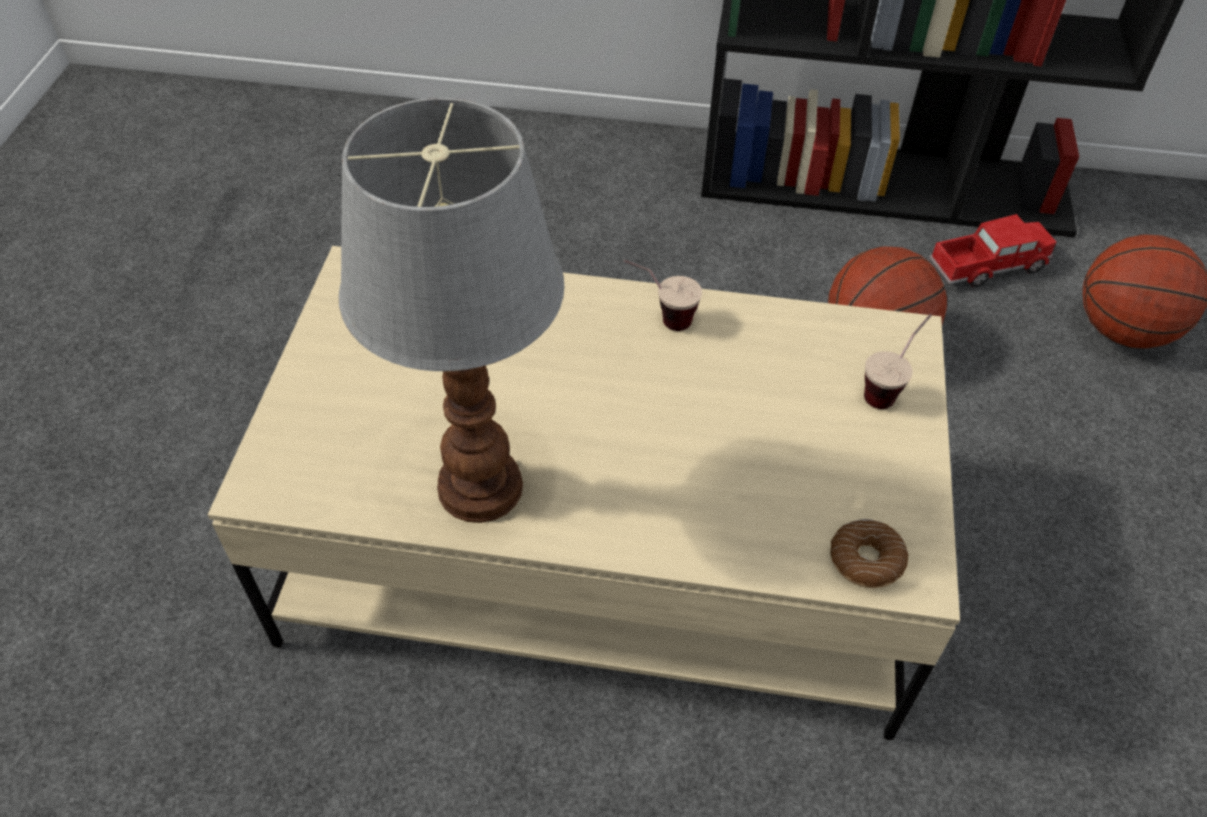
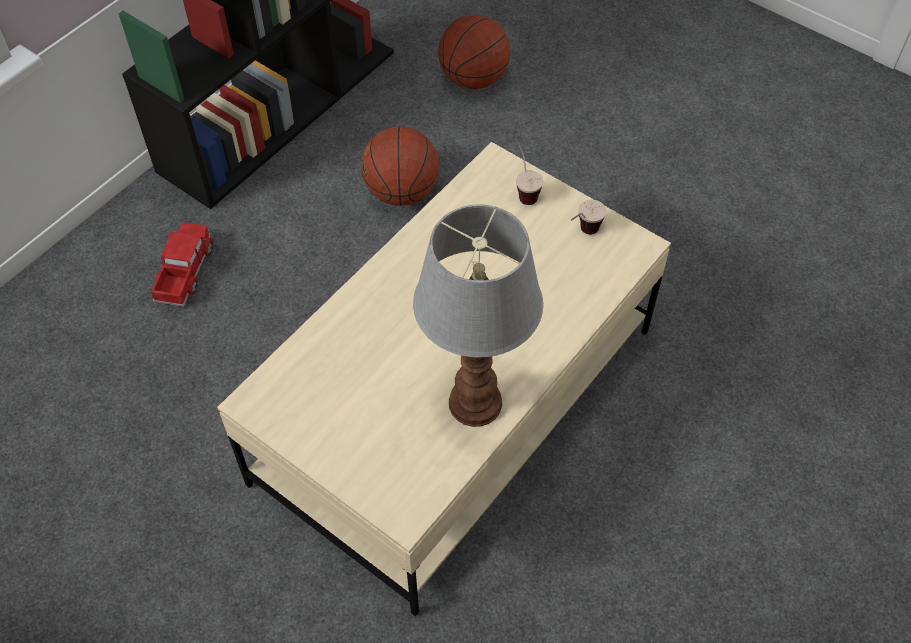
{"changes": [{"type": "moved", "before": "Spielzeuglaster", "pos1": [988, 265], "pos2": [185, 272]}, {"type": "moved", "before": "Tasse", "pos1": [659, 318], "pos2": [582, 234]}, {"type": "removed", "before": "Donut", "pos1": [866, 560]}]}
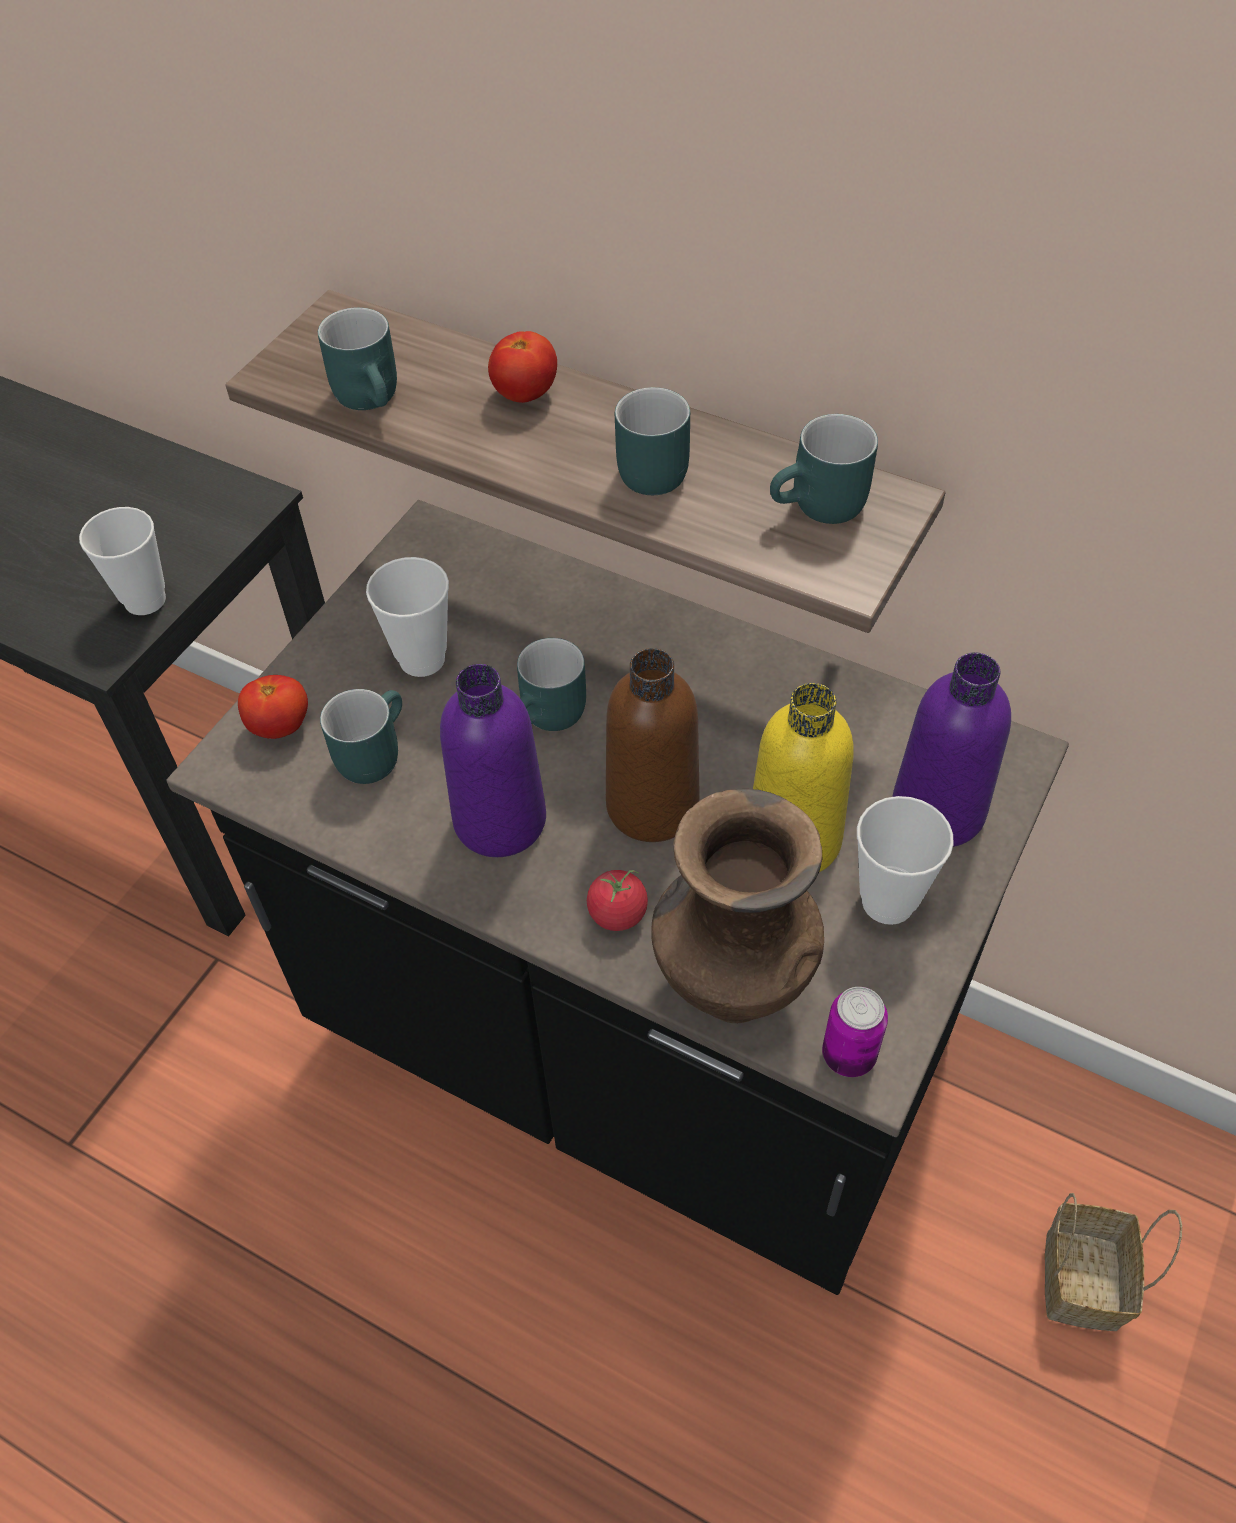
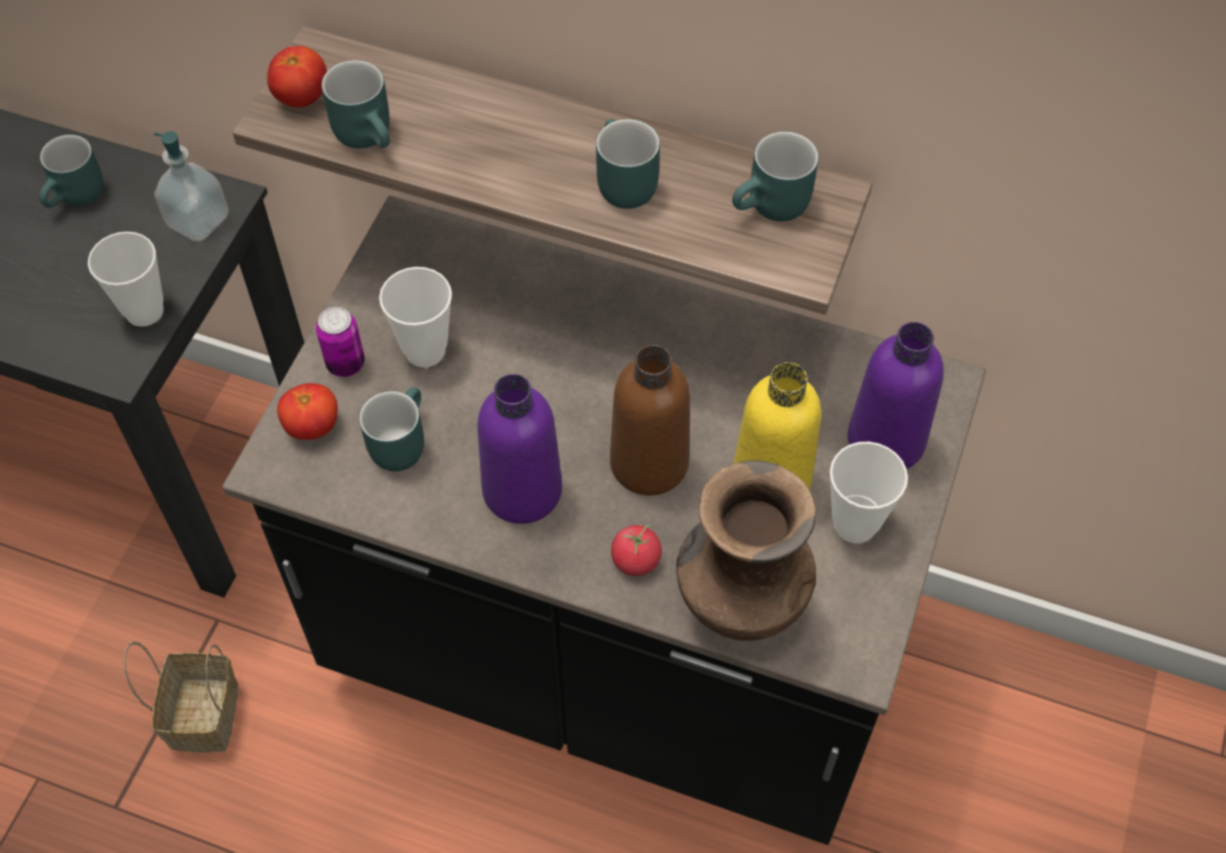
{"changes": [{"type": "moved", "before": "Henkelbecher (türkis)", "pos1": [551, 719], "pos2": [78, 197]}, {"type": "moved", "before": "Korb", "pos1": [1079, 1276], "pos2": [202, 712]}, {"type": "added", "after": "Seifenspender", "pos2": [198, 220]}, {"type": "moved", "before": "Tomate", "pos1": [525, 393], "pos2": [301, 97]}, {"type": "moved", "before": "Dose", "pos1": [848, 1055], "pos2": [345, 363]}]}
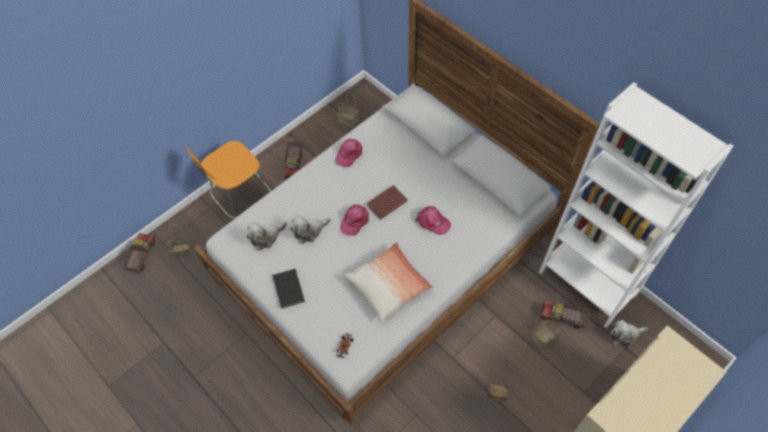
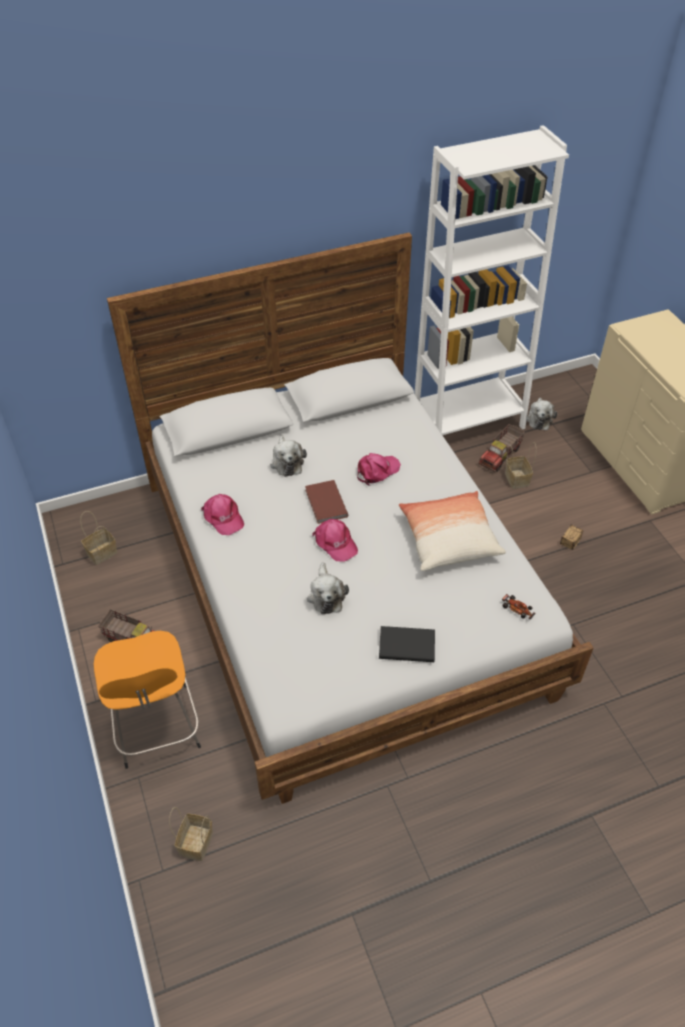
{"changes": [{"type": "moved", "before": "Plüschtier", "pos1": [266, 237], "pos2": [287, 462]}, {"type": "removed", "before": "Spielzeuglaster", "pos1": [141, 256]}]}
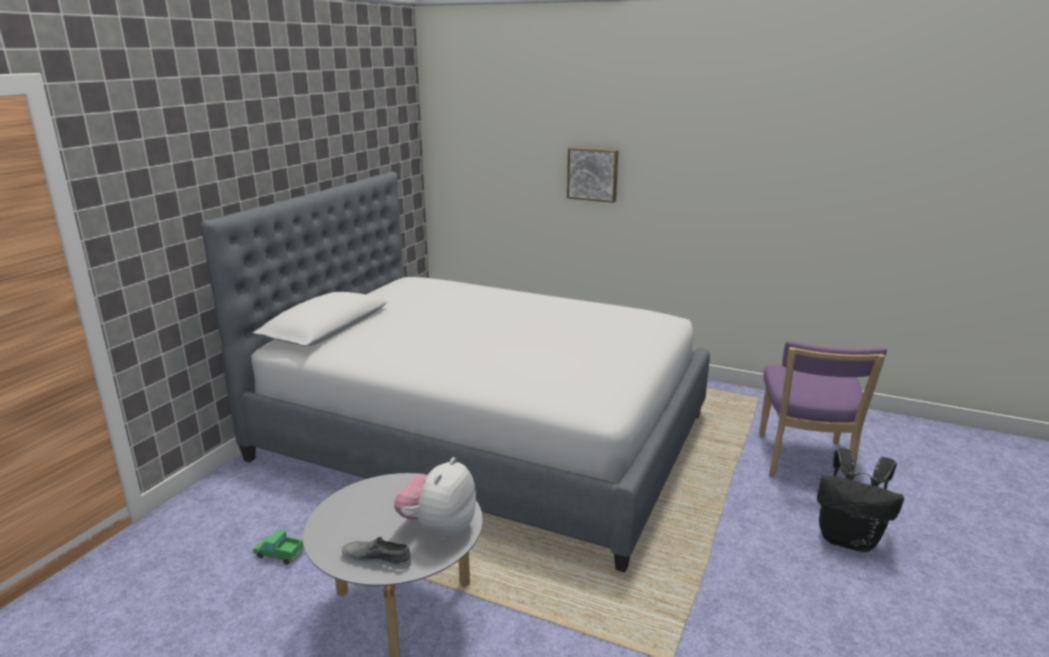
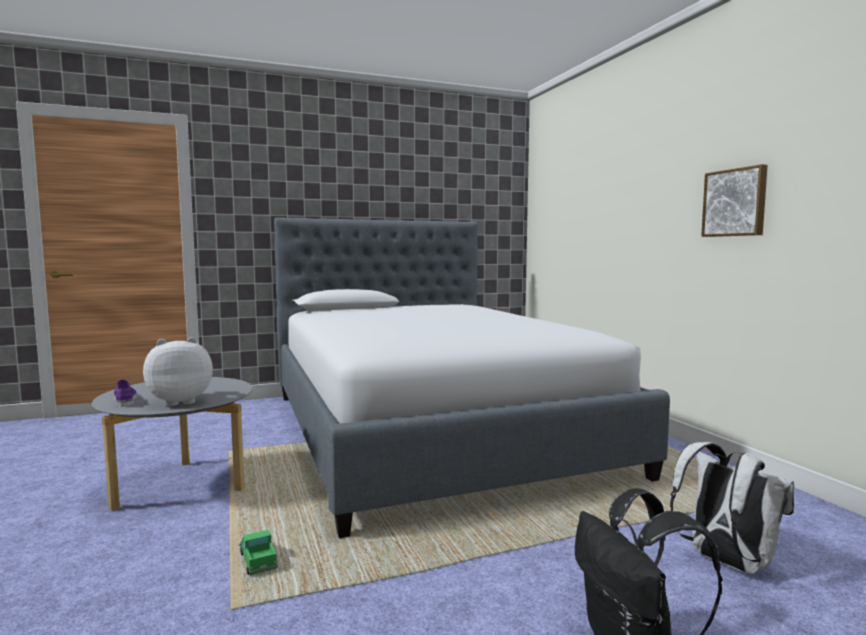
{"changes": [{"type": "recoloured", "before": "Schuh (grau)", "after": "Schuh (lila)", "pos1": [377, 558], "pos2": [125, 400]}, {"type": "moved", "before": "Spielzeuglaster", "pos1": [279, 554], "pos2": [258, 561]}, {"type": "replaced", "before": "Stuhl (lila)", "after": "Rucksack (weiß)", "pos1": [804, 462], "pos2": [725, 562]}, {"type": "moved", "before": "Bild", "pos1": [593, 174], "pos2": [735, 203]}]}
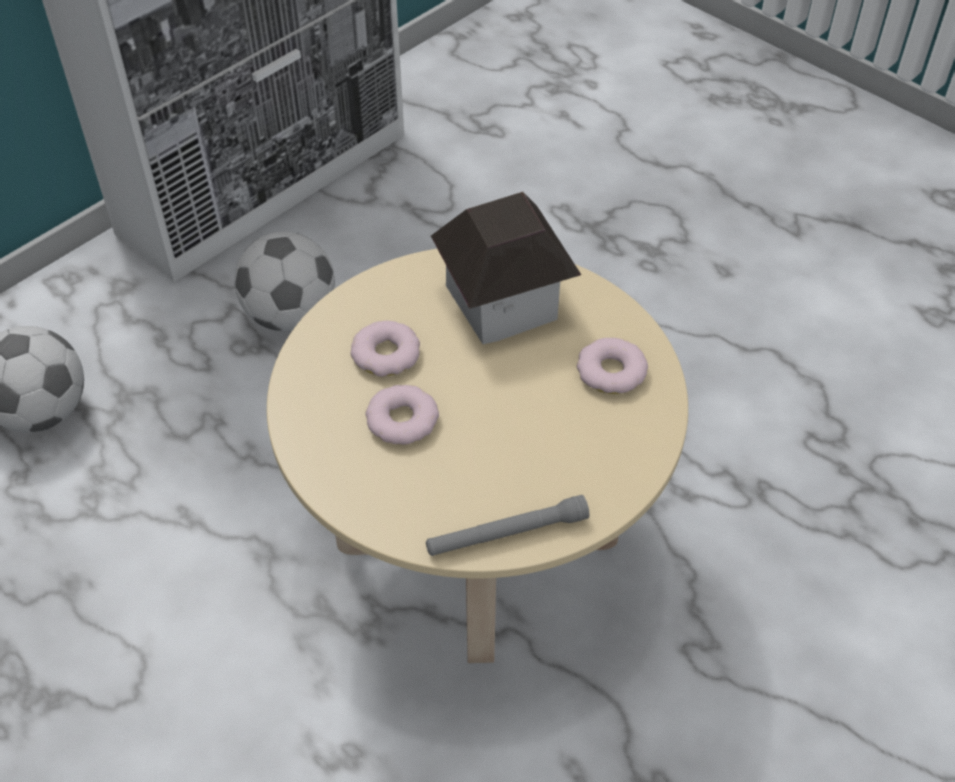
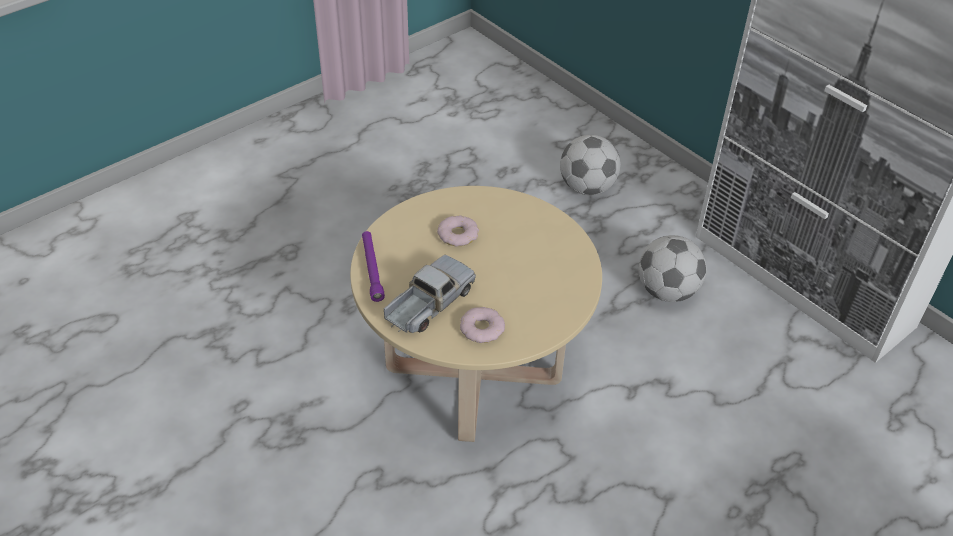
{"changes": [{"type": "recoloured", "before": "Taschenlampe (grau)", "after": "Taschenlampe (lila)", "pos1": [507, 534], "pos2": [372, 269]}, {"type": "added", "after": "Spielzeuglaster", "pos2": [428, 304]}, {"type": "removed", "before": "Donut", "pos1": [386, 354]}, {"type": "removed", "before": "Spielzeughaus", "pos1": [503, 301]}]}
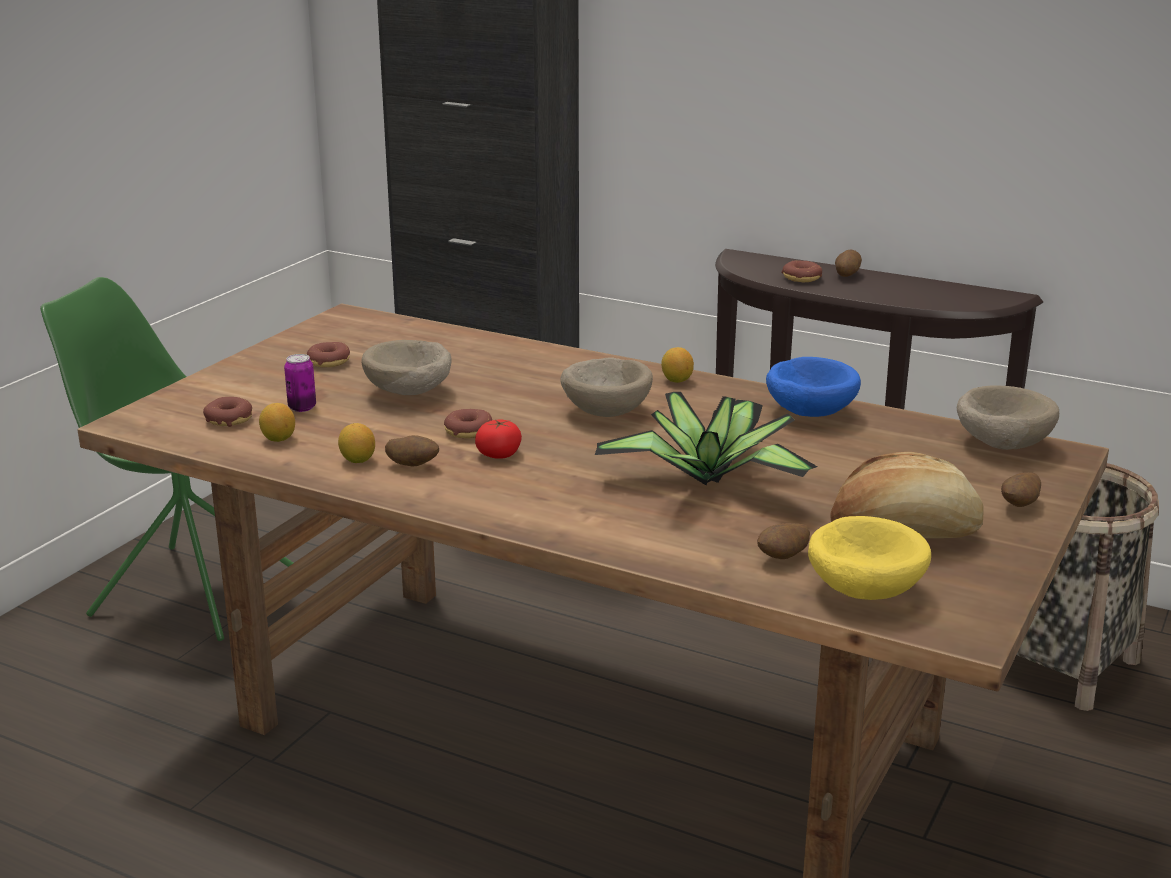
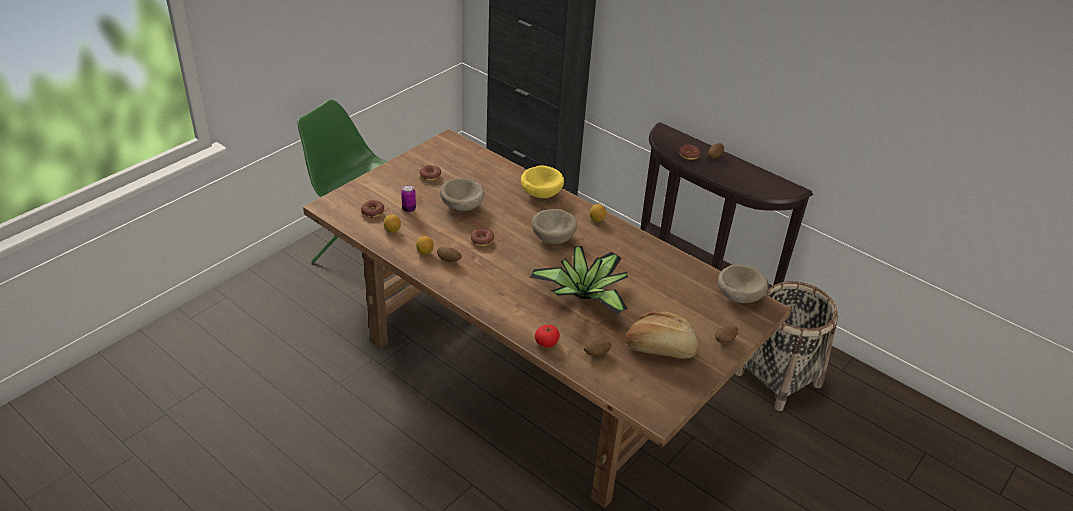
{"changes": [{"type": "moved", "before": "Schüssel (gelb)", "pos1": [863, 589], "pos2": [540, 193]}, {"type": "moved", "before": "Tomate", "pos1": [499, 454], "pos2": [546, 342]}, {"type": "removed", "before": "Schüssel (blau)", "pos1": [809, 411]}]}
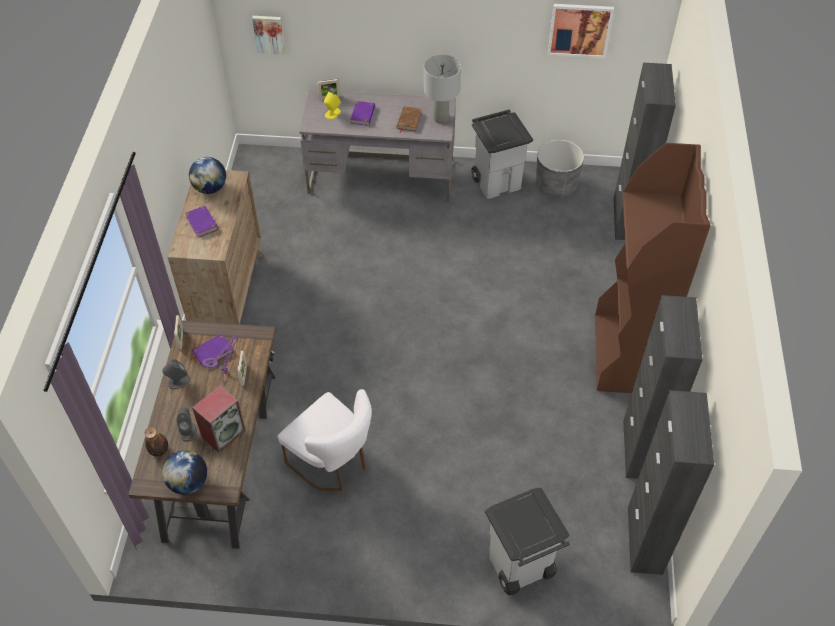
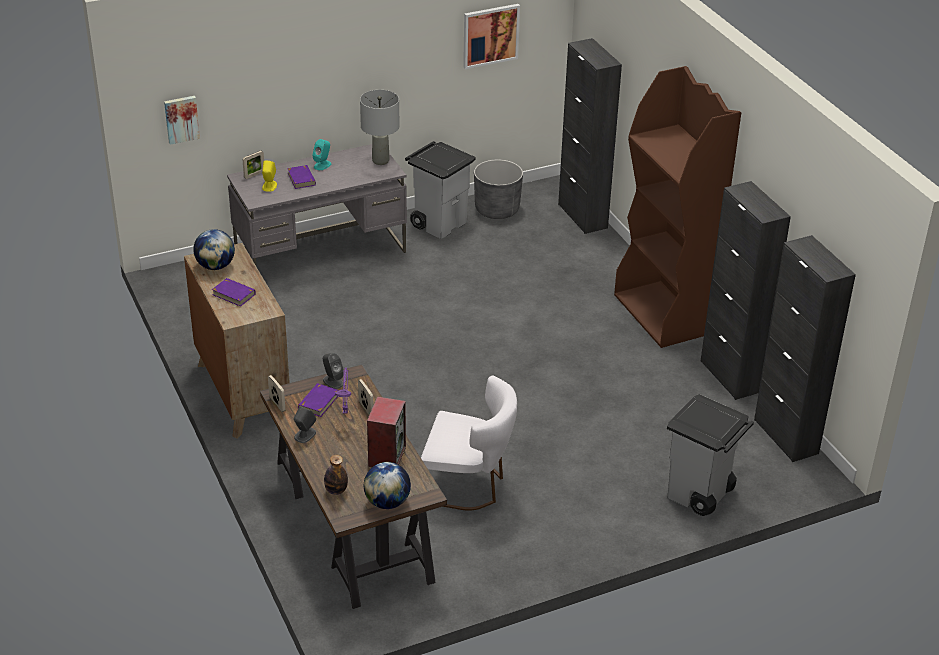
{"changes": [{"type": "added", "after": "Lautsprecher (türkis)", "pos2": [322, 165]}, {"type": "moved", "before": "Lautsprecher (grau)", "pos1": [188, 431], "pos2": [333, 381]}, {"type": "removed", "before": "Buch (braun)", "pos1": [408, 120]}]}
